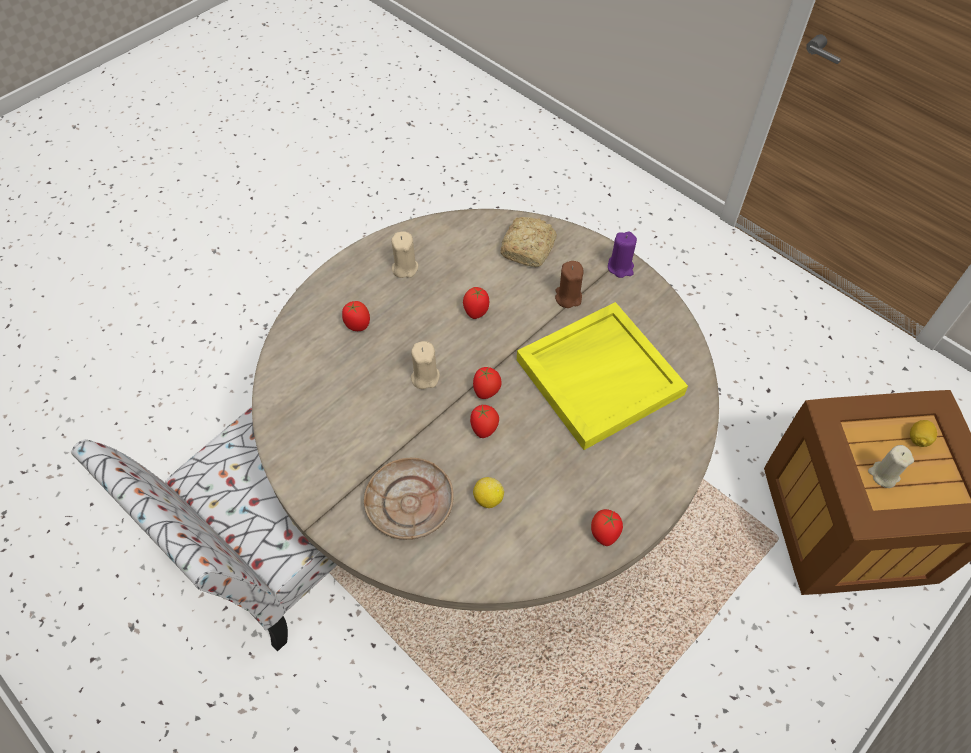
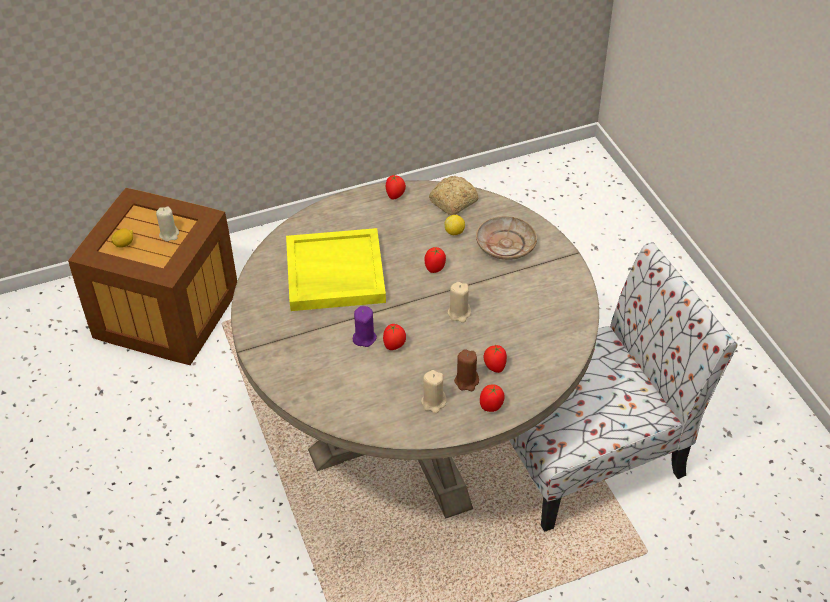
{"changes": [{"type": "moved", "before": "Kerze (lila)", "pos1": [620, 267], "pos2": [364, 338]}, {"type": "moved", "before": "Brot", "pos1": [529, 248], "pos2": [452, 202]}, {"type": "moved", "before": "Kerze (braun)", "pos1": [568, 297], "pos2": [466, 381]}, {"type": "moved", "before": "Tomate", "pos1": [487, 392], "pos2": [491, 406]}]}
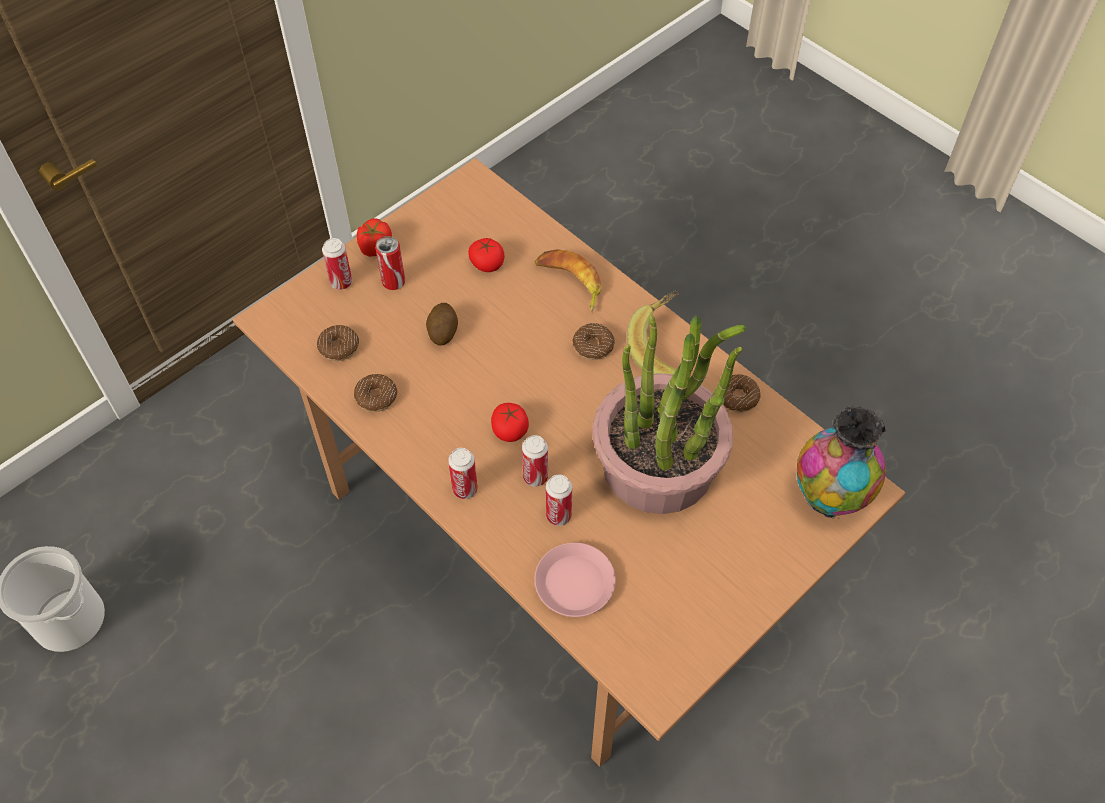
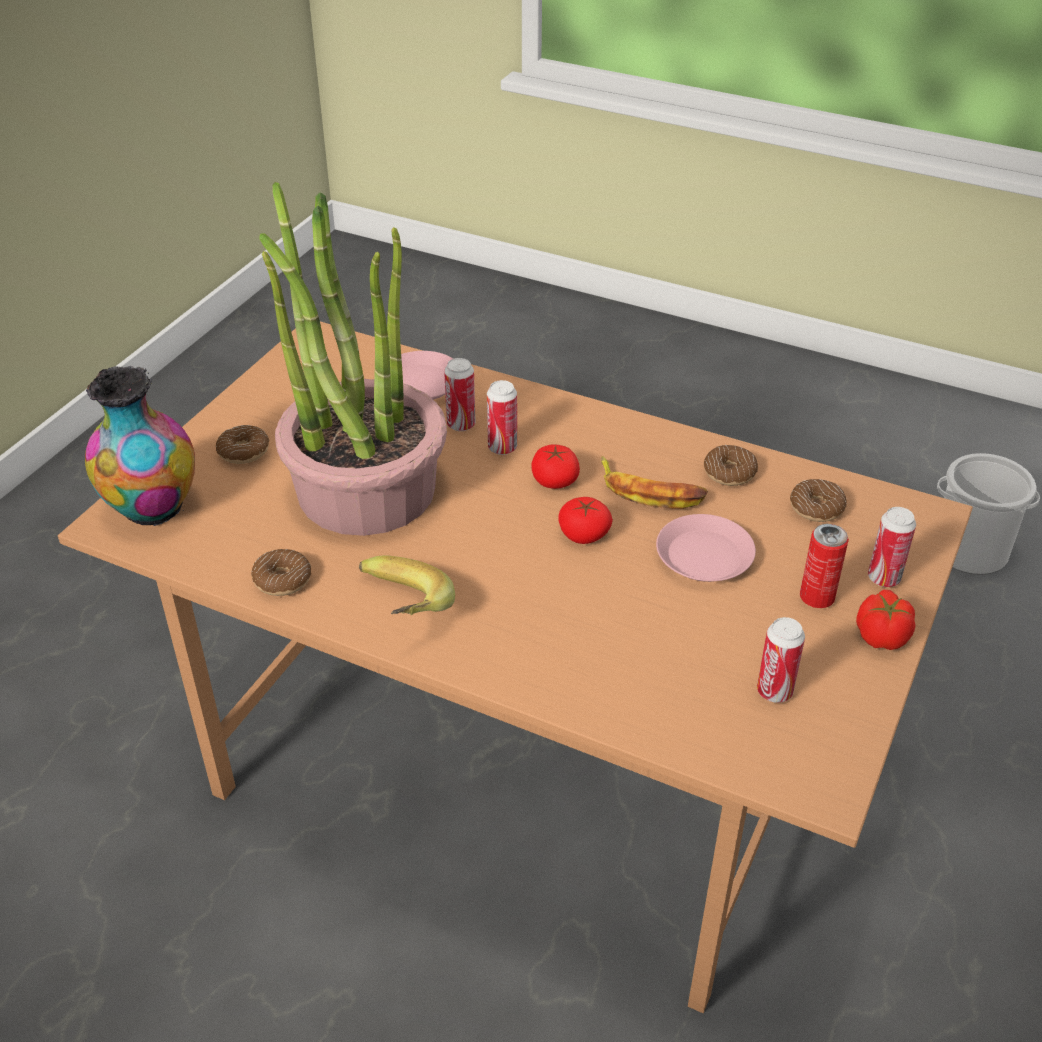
{"changes": [{"type": "moved", "before": "Donut", "pos1": [593, 346], "pos2": [244, 451]}, {"type": "moved", "before": "Tomate", "pos1": [487, 263], "pos2": [584, 534]}, {"type": "moved", "before": "Banane", "pos1": [569, 282], "pos2": [650, 491]}, {"type": "replaced", "before": "Kartoffel", "after": "Teller (rosa)", "pos1": [443, 331], "pos2": [704, 556]}, {"type": "moved", "before": "Dose", "pos1": [465, 489], "pos2": [774, 691]}]}
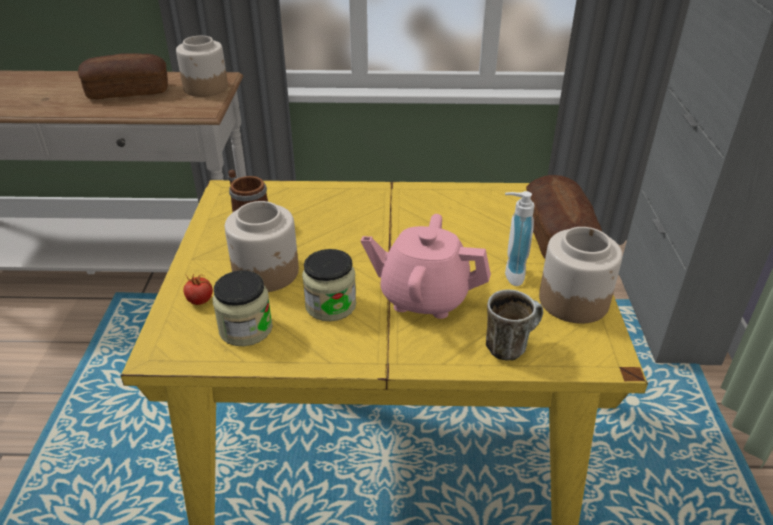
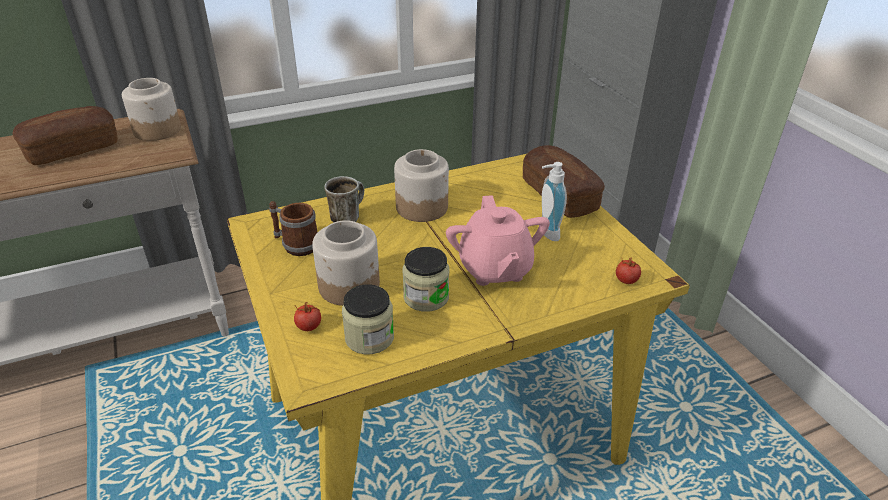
{"changes": [{"type": "moved", "before": "Henkelbecher", "pos1": [510, 345], "pos2": [347, 217]}, {"type": "moved", "before": "Vorratsglas", "pos1": [573, 300], "pos2": [422, 207]}, {"type": "turned", "before": "Teekanne (rosa)", "pos1": [423, 297], "pos2": [495, 269], "turn": -90}, {"type": "added", "after": "Tomate", "pos2": [626, 280]}]}
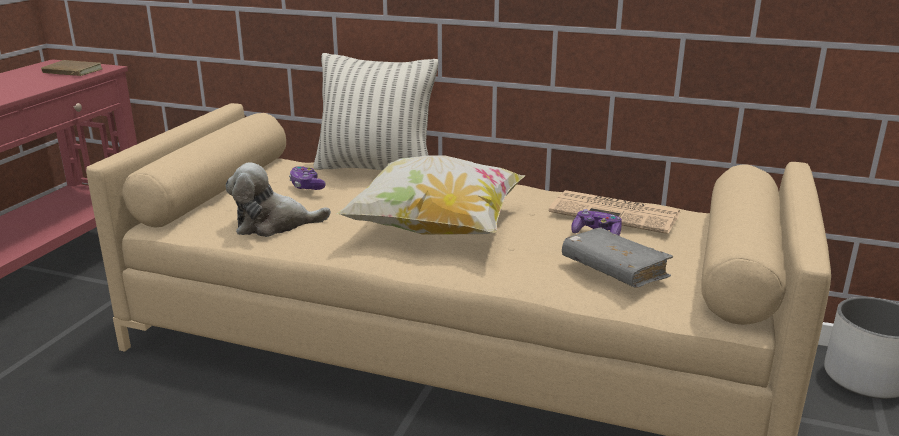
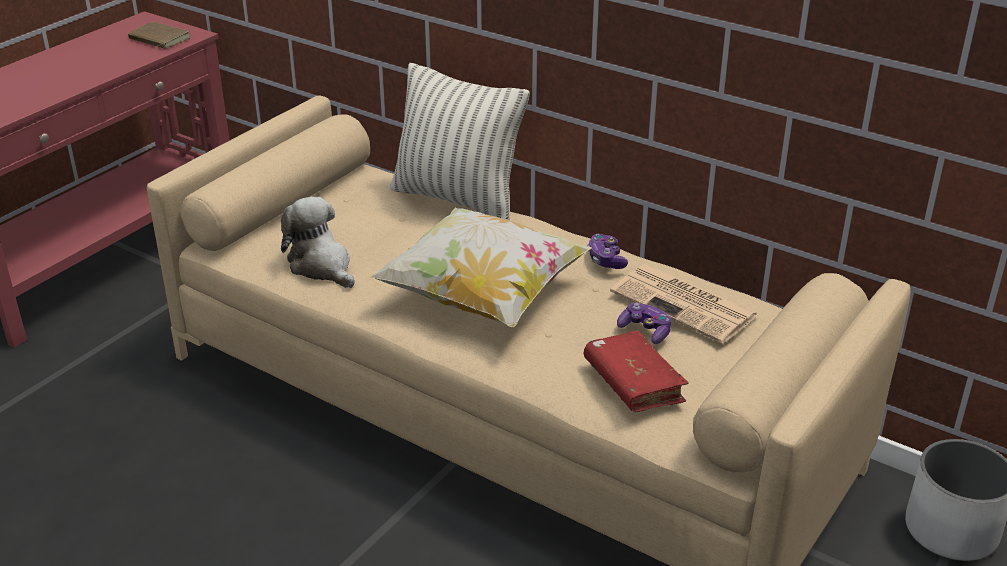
{"changes": [{"type": "turned", "before": "Plüschtier", "pos1": [274, 225], "pos2": [322, 266], "turn": 45}, {"type": "recoloured", "before": "Buch (grau)", "after": "Buch (rot)", "pos1": [614, 270], "pos2": [633, 383]}, {"type": "moved", "before": "Gamepad", "pos1": [306, 186], "pos2": [606, 259]}]}
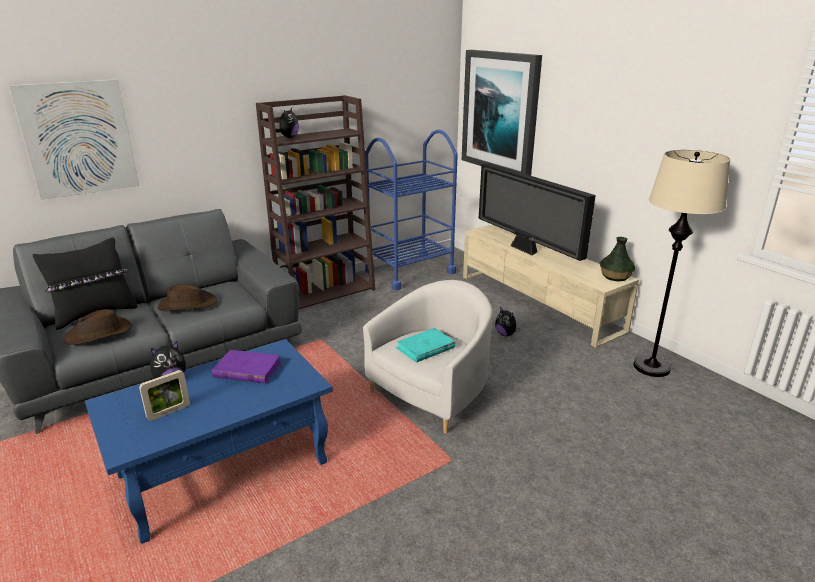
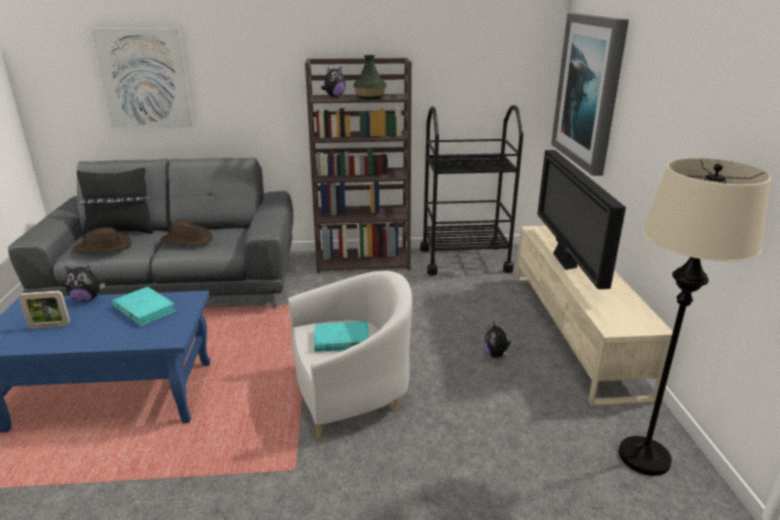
{"changes": [{"type": "recoloured", "before": "Buch (lila)", "after": "Buch (türkis)", "pos1": [247, 370], "pos2": [144, 309]}, {"type": "moved", "before": "Vase", "pos1": [615, 276], "pos2": [370, 97]}, {"type": "recoloured", "before": "Rollwagen (blau)", "after": "Rollwagen (schwarz)", "pos1": [410, 272], "pos2": [464, 260]}]}
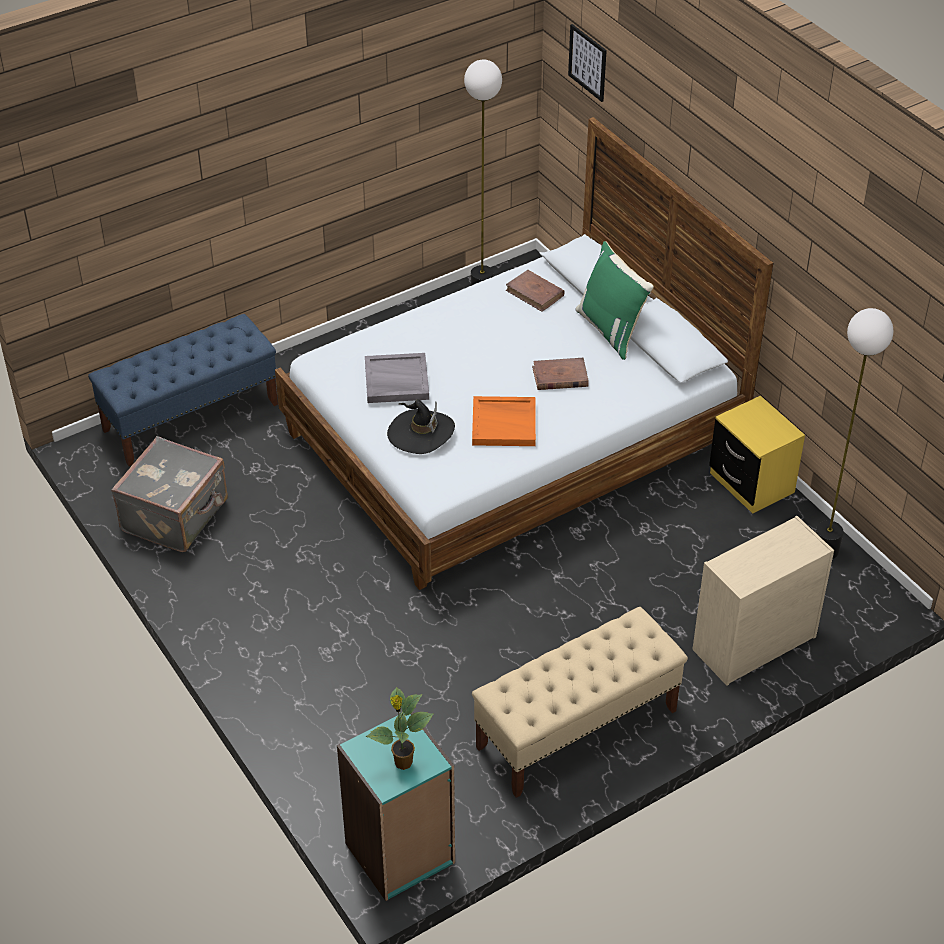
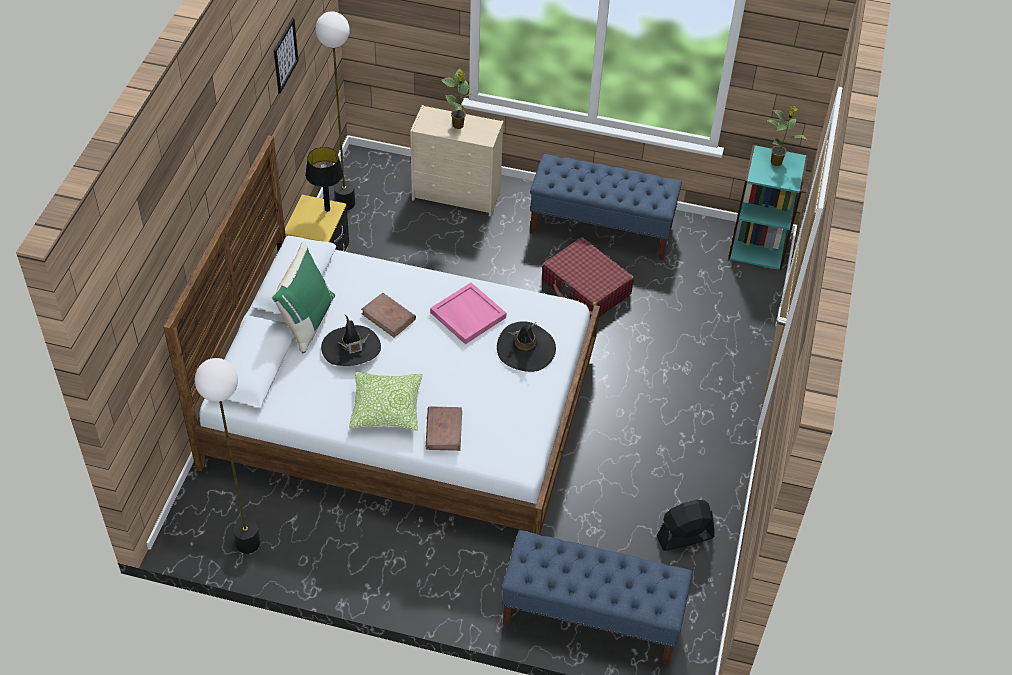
{"changes": [{"type": "moved", "before": "Bild", "pos1": [587, 62], "pos2": [285, 55]}, {"type": "added", "after": "Tischlampe (schwarz)", "pos2": [327, 209]}, {"type": "added", "after": "Hut (schwarz)", "pos2": [351, 348]}, {"type": "added", "after": "Kissen", "pos2": [386, 408]}, {"type": "moved", "before": "Buch (braun)", "pos1": [535, 293], "pos2": [444, 430]}, {"type": "recoloured", "before": "Tablett (orange)", "after": "Tablett (rosa)", "pos1": [504, 423], "pos2": [467, 315]}, {"type": "added", "after": "Topfpflanze", "pos2": [458, 125]}, {"type": "recoloured", "before": "Bank (beige)", "after": "Bank (blau)", "pos1": [576, 729], "pos2": [601, 229]}, {"type": "added", "after": "Koffer (rot)", "pos2": [586, 288]}, {"type": "replaced", "before": "Koffer (grau)", "after": "Ventilator (schwarz)", "pos1": [176, 516], "pos2": [684, 537]}, {"type": "removed", "before": "Tablett (grau)", "pos1": [396, 381]}]}
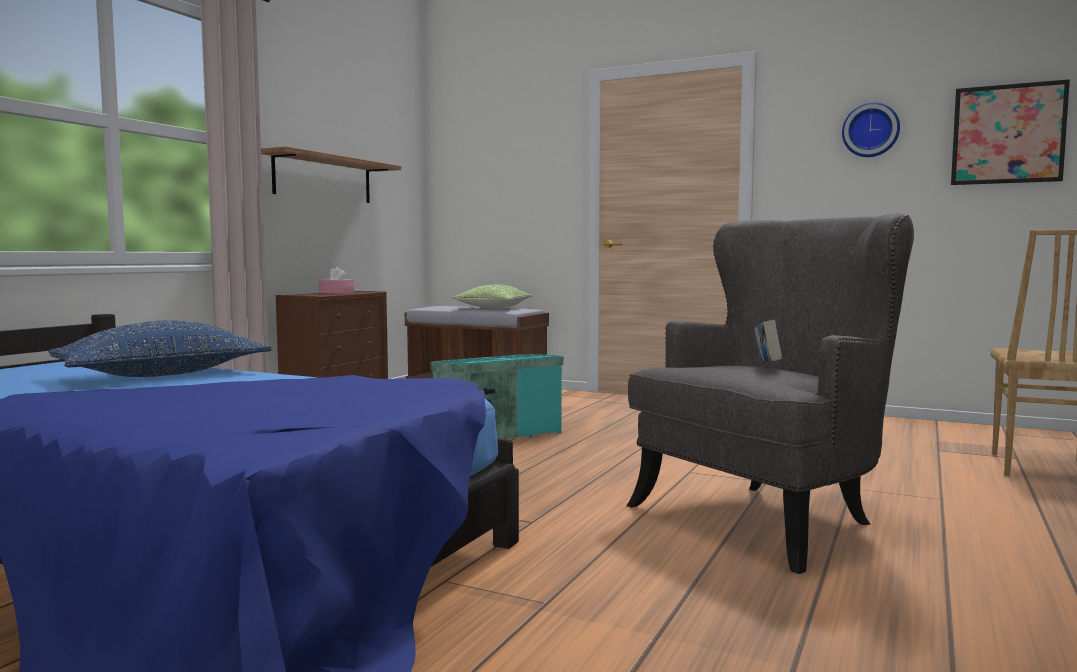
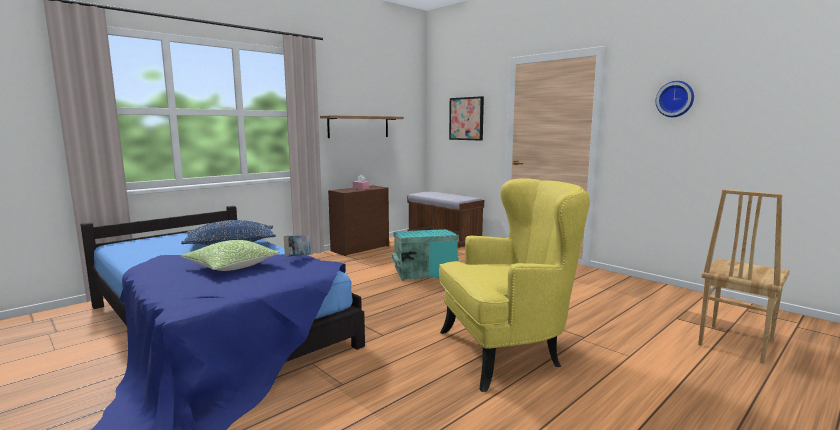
{"changes": [{"type": "moved", "before": "Kissen", "pos1": [493, 308], "pos2": [231, 266]}, {"type": "moved", "before": "Buch", "pos1": [767, 367], "pos2": [298, 257]}, {"type": "recoloured", "before": "Sessel (grau)", "after": "Sessel (gelb)", "pos1": [767, 517], "pos2": [507, 351]}, {"type": "moved", "before": "Bild", "pos1": [1007, 134], "pos2": [466, 118]}]}
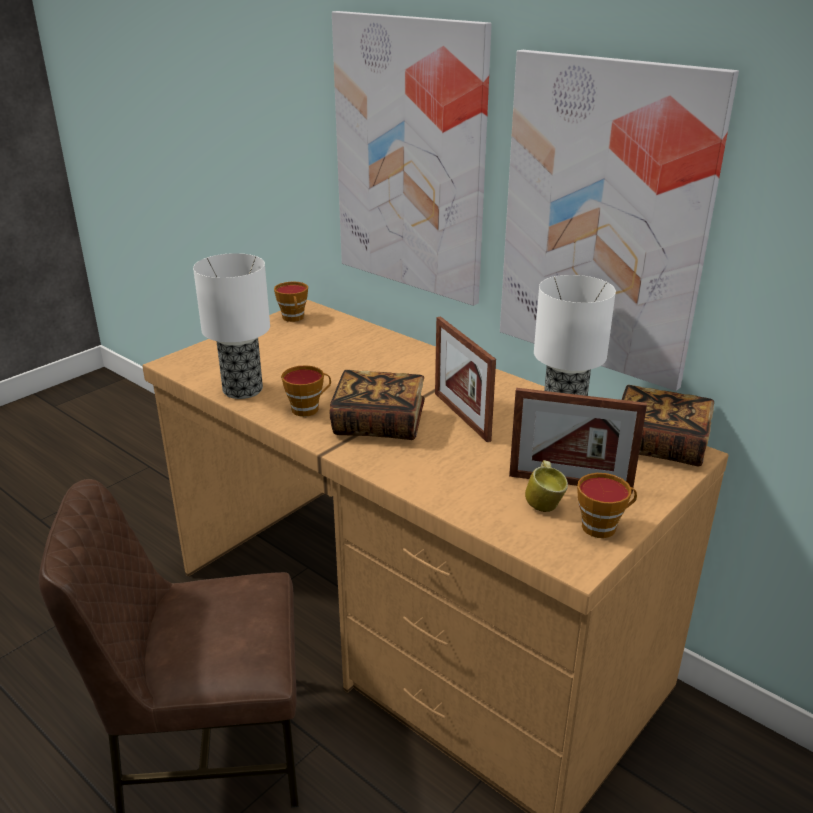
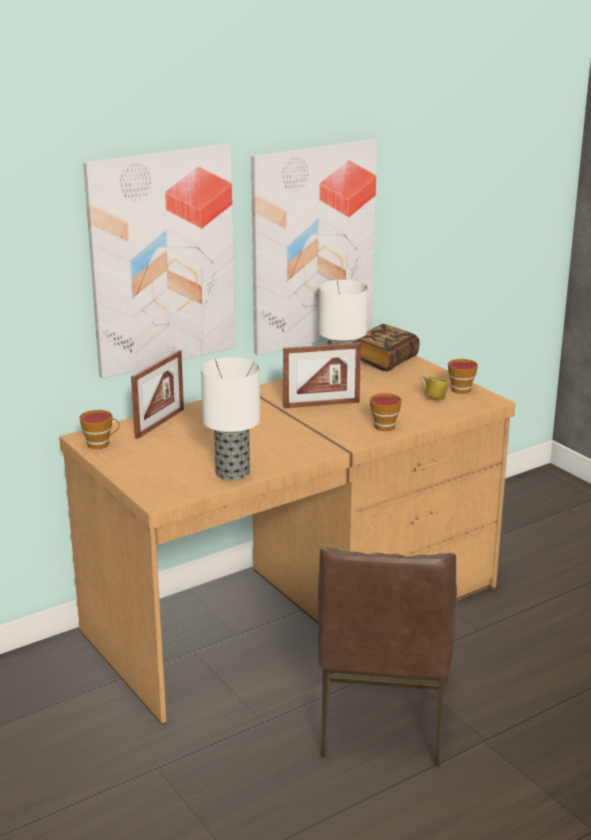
{"changes": [{"type": "moved", "before": "Bilderrahmen", "pos1": [570, 483], "pos2": [160, 423]}, {"type": "moved", "before": "Tasse", "pos1": [308, 408], "pos2": [383, 425]}, {"type": "removed", "before": "Buch", "pos1": [379, 424]}]}
